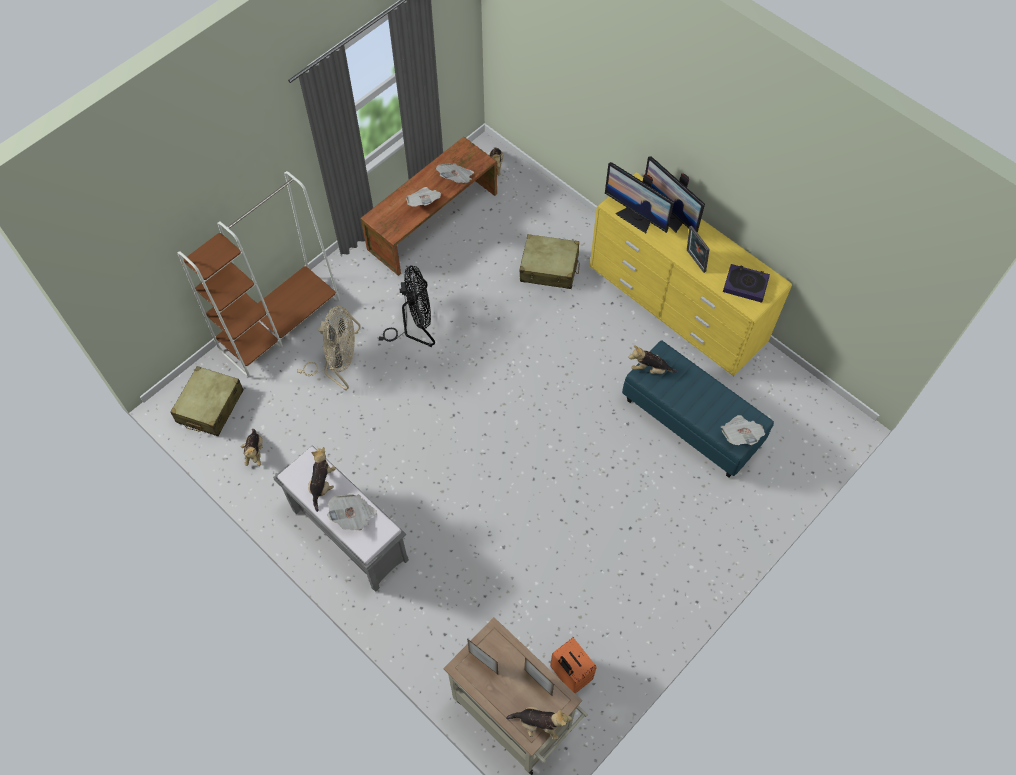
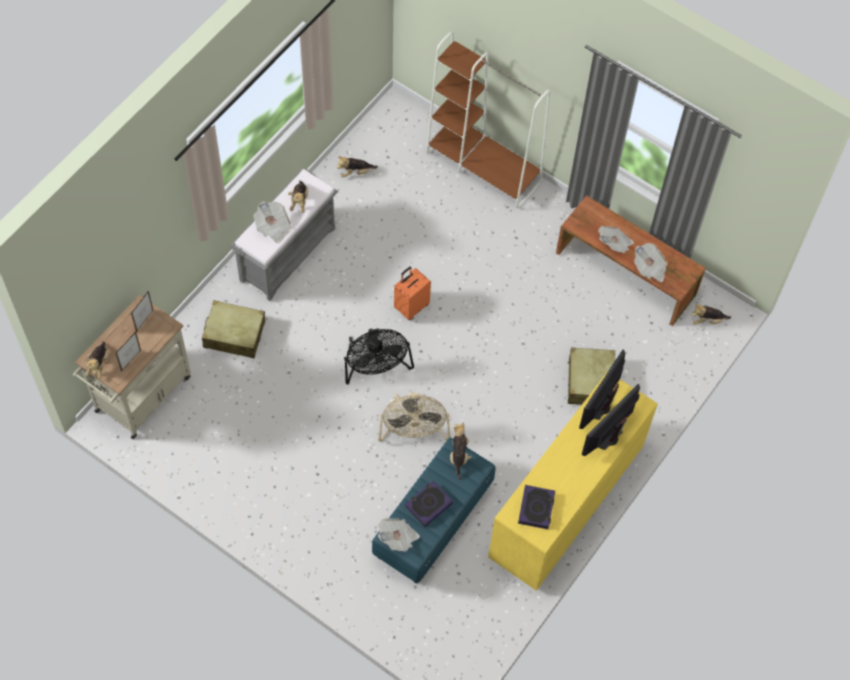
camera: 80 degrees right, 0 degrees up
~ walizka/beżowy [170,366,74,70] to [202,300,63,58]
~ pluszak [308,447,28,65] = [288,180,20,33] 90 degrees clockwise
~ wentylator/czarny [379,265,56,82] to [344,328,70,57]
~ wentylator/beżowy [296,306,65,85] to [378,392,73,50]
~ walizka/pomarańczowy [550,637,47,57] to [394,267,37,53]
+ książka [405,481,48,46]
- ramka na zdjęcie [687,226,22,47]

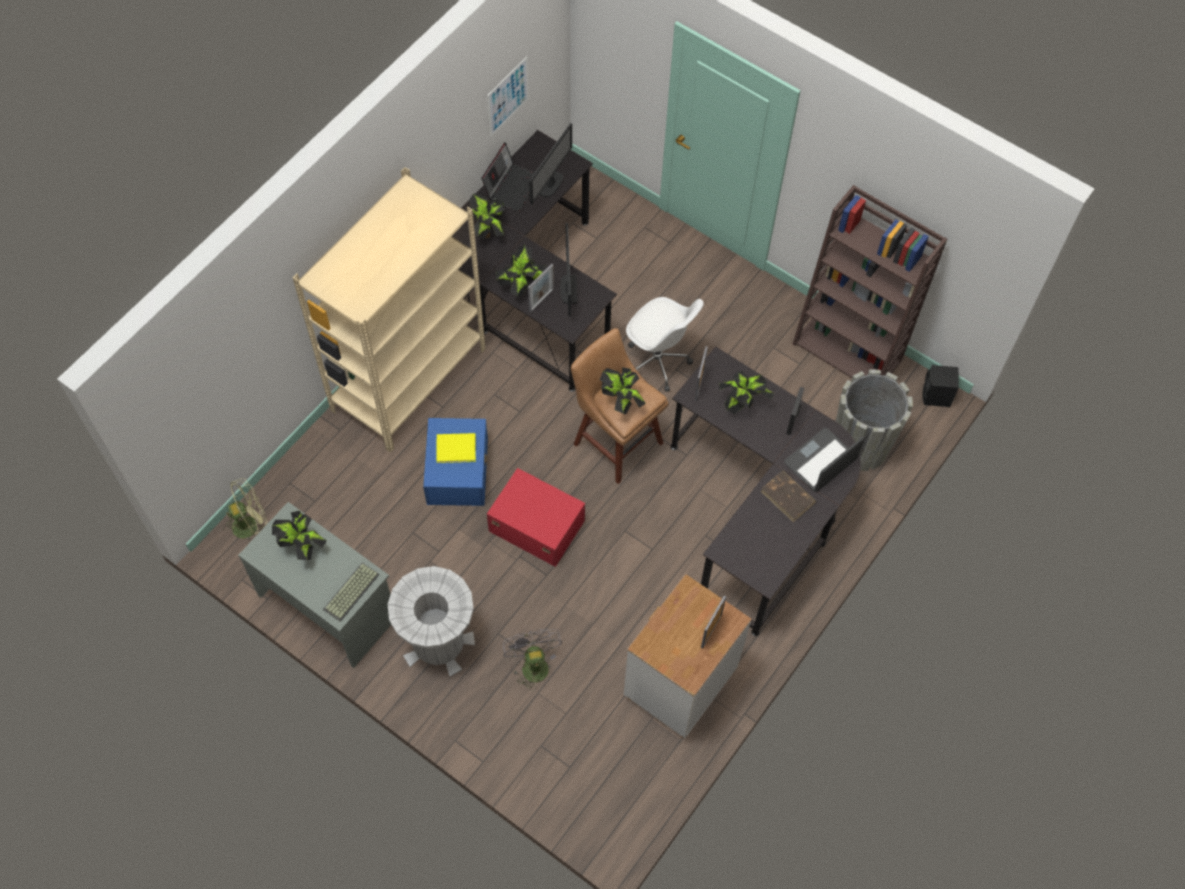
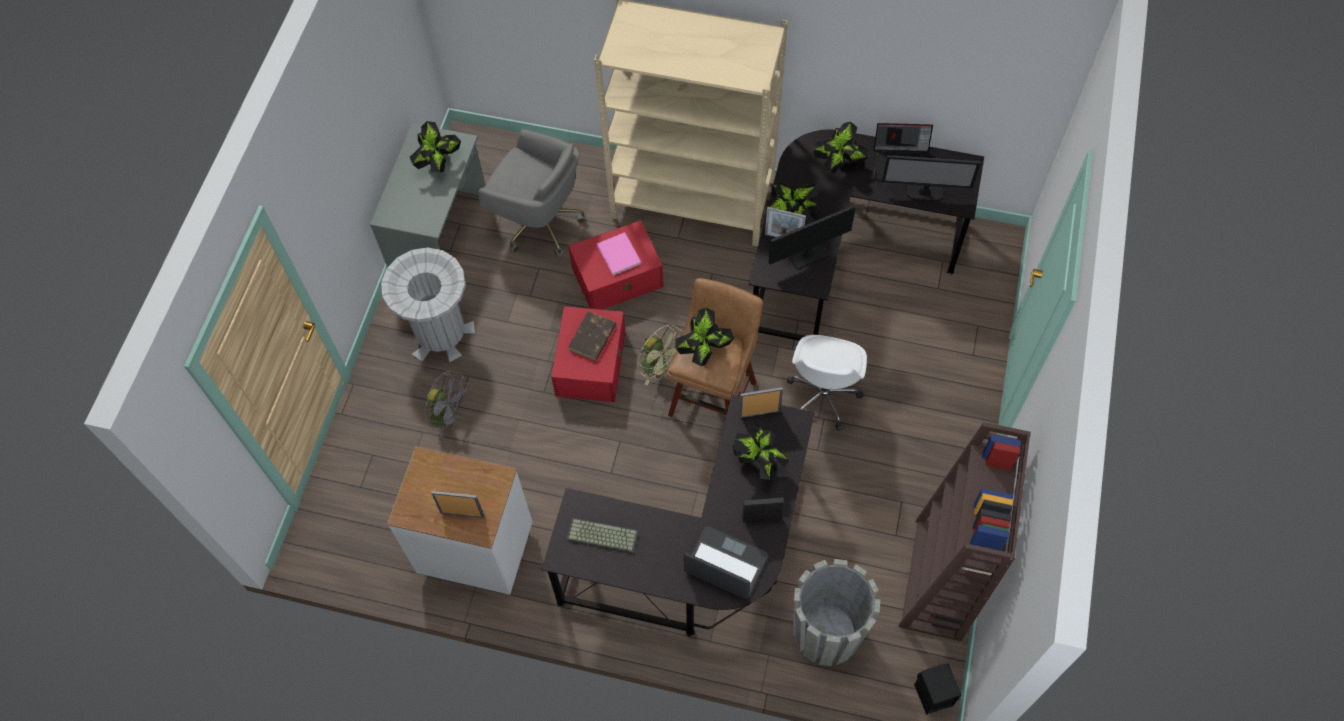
camera: 70 degrees right, 0 degrees up
~ wentylator/szary [503,629,59,62] = [425,371,44,67] 60 degrees clockwise
+ krzesło biurowe/szary [478,129,107,128]
~ klawiatura [323,562,56,60] to [567,518,71,35]
~ pojemnik do przechowywania/niebieski [423,418,65,88] to pojemnik do przechowywania/czerwony [568,220,96,90]
~ książka/brązowy [761,470,55,52] to [568,311,48,50]
~ książka/żółty [436,433,40,30] to książka/różowy [597,232,45,44]
~ wentylator/zielony [223,478,45,62] to [637,324,46,62]
- obraz [487,57,42,80]

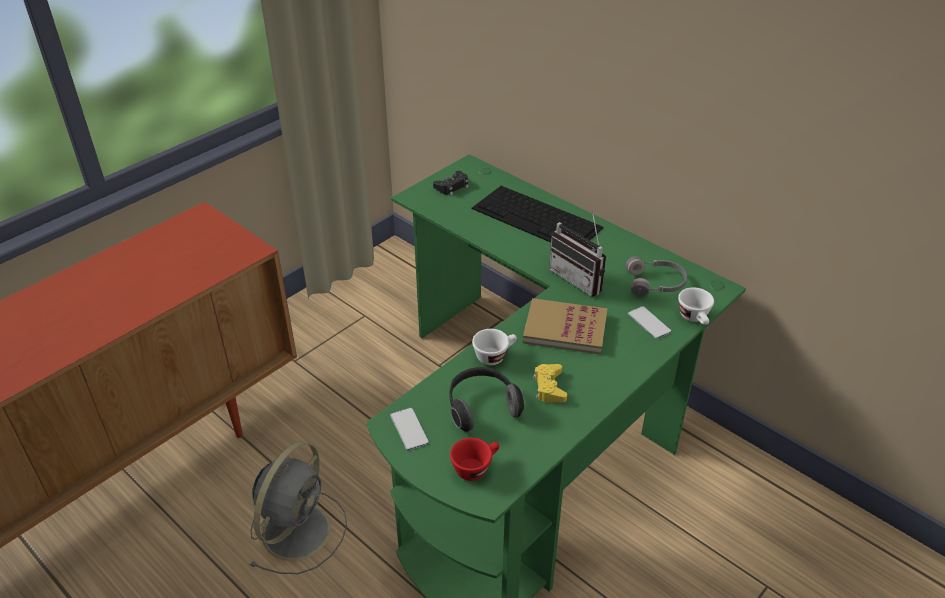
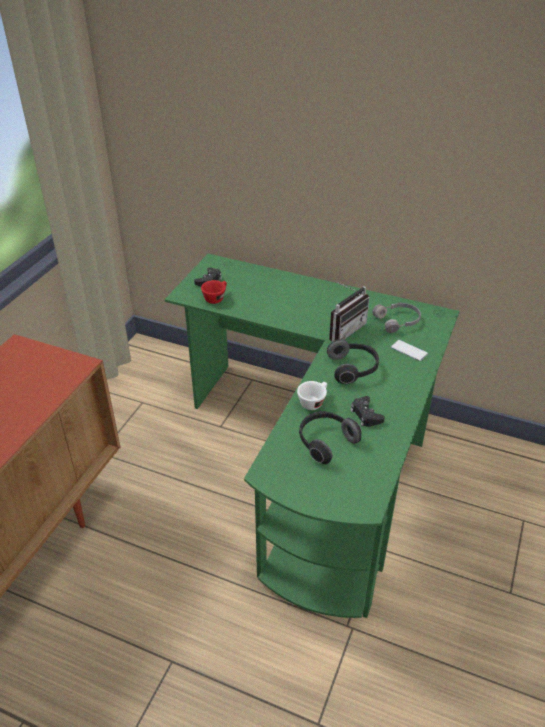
camera: 20 degrees left, 0 degrees up
~ filiżanka/czerwony [450,438,49,43] to [201,280,26,24]
~ książka [523,298,85,56] to słuchawki [327,339,52,45]
~ radio [549,210,57,87] = [329,280,40,62] 75 degrees counterclockwise
~ pad do gier/żółty [533,364,34,38] to pad do gier/czarny [350,396,35,31]
- wentylator/szary [250,442,97,132]
- telefon [390,408,39,43]
- klawiatura [472,186,131,57]
- filiżanka/biały [678,287,36,38]

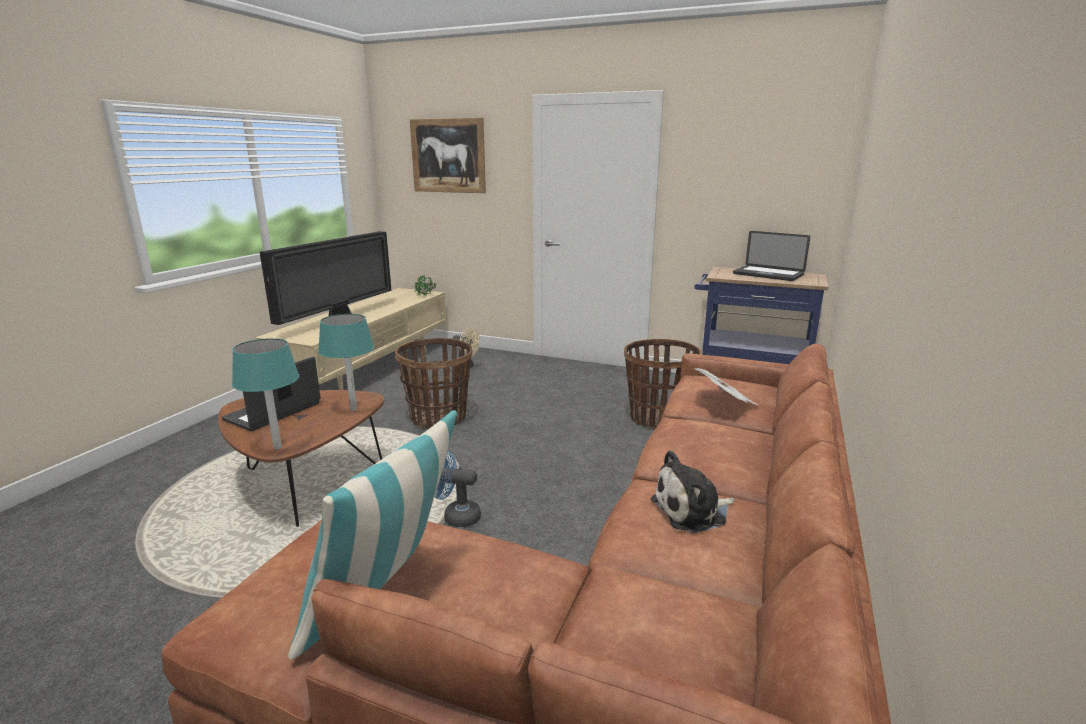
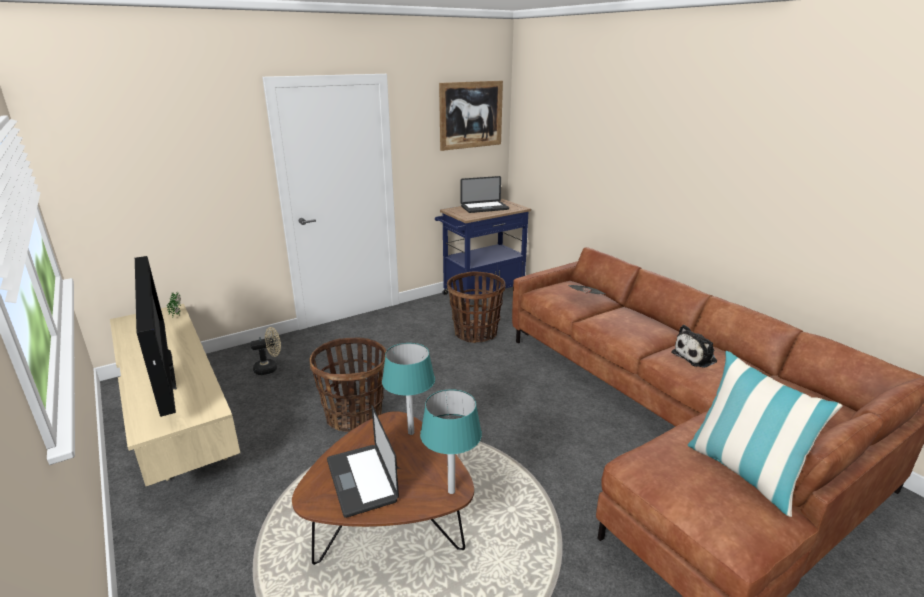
camera: 55 degrees left, 5 degrees up
~ obraz [410,118,76,75] to [439,81,64,70]
~ pluszak [651,450,83,83] = [671,325,46,43] 45 degrees clockwise
- wentylator/niebieski [434,451,47,76]

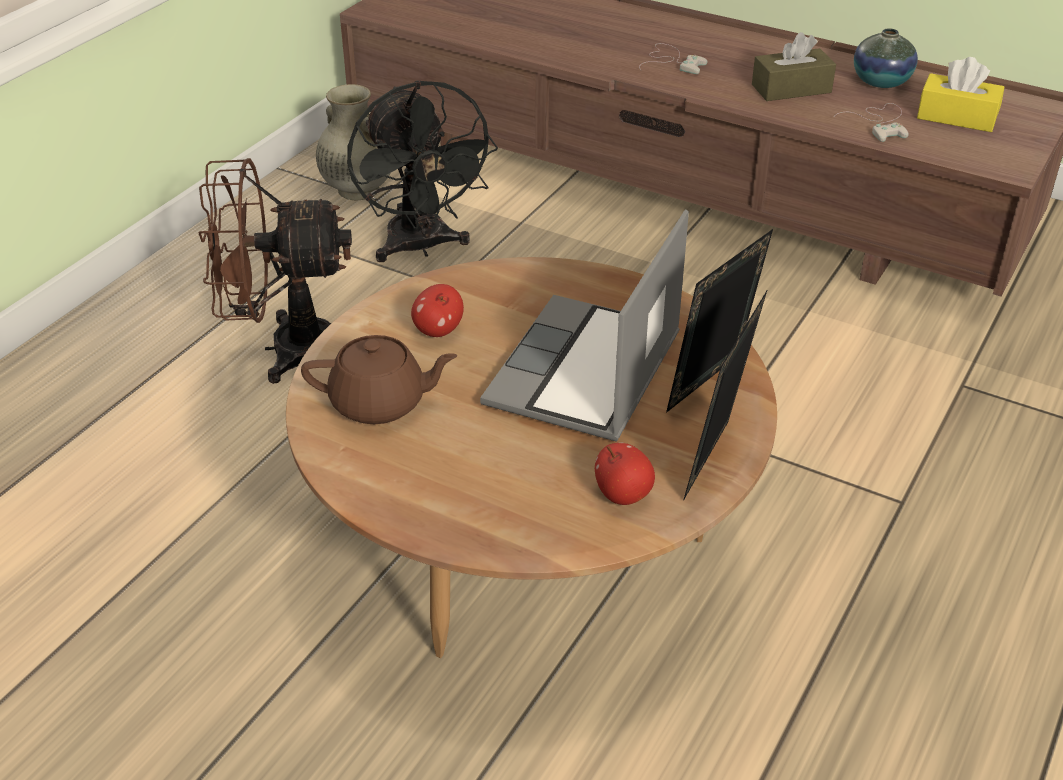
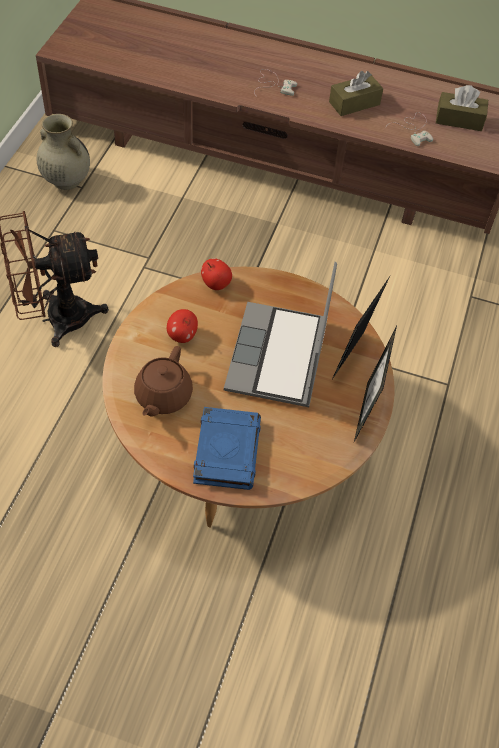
camera: 15 degrees left, 15 degrees up
~ imbryk/brązowy [301,335,157,89] = [134,346,59,71] 120 degrees clockwise
+ książka/niebieski [193,407,68,83]
~ jabłko [595,442,60,63] to [201,258,31,32]
~ pudełko chusteczek/żółty [917,57,87,75] to pudełko chusteczek/brązowy [436,85,52,46]
- wentylator/czarny [347,80,151,182]
- wazon [854,28,64,60]

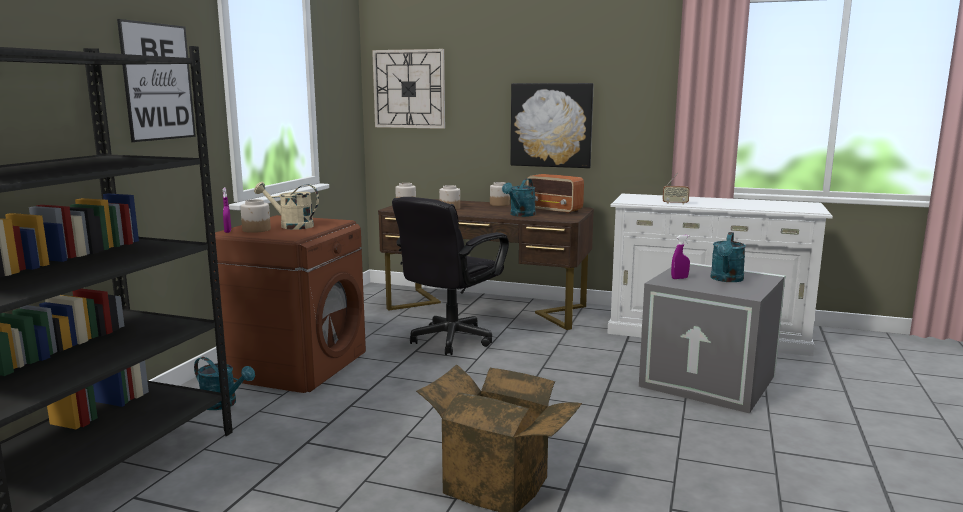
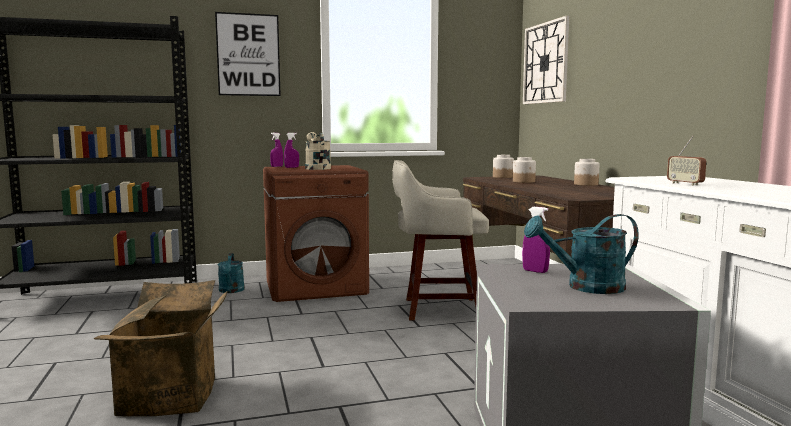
camera: 55 degrees right, 5 degrees down
~ słoik [240,199,31,34] to spryskiwacz/fioletowy [284,133,15,35]
~ krzesło biurowe/czarny [392,197,117,158] to stołek/beżowy [392,160,97,161]
- konewka/turkusowy [502,178,34,39]
- obraz [510,83,84,85]
- radio [526,174,58,40]

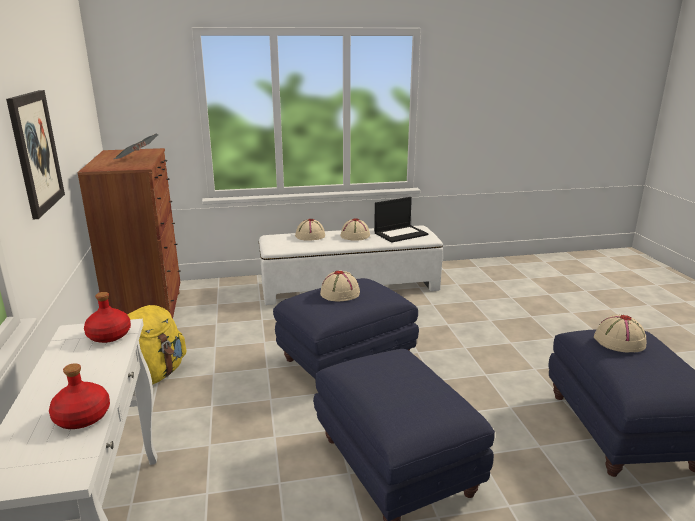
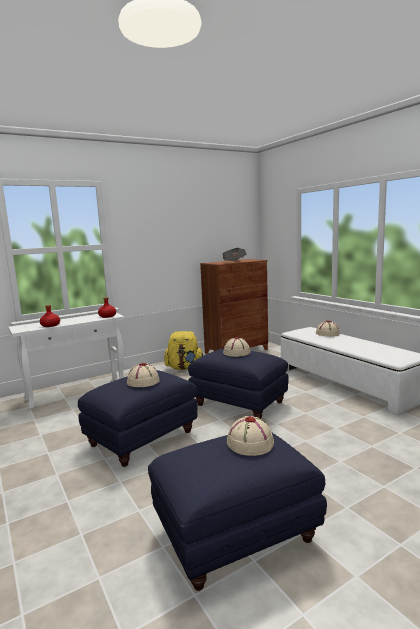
camera: 70 degrees right, 10 degrees down
~ kapelusz/beżowy [340,218,30,23] to [127,363,33,24]
- obraz [6,90,59,129]
- laptop [374,197,55,46]

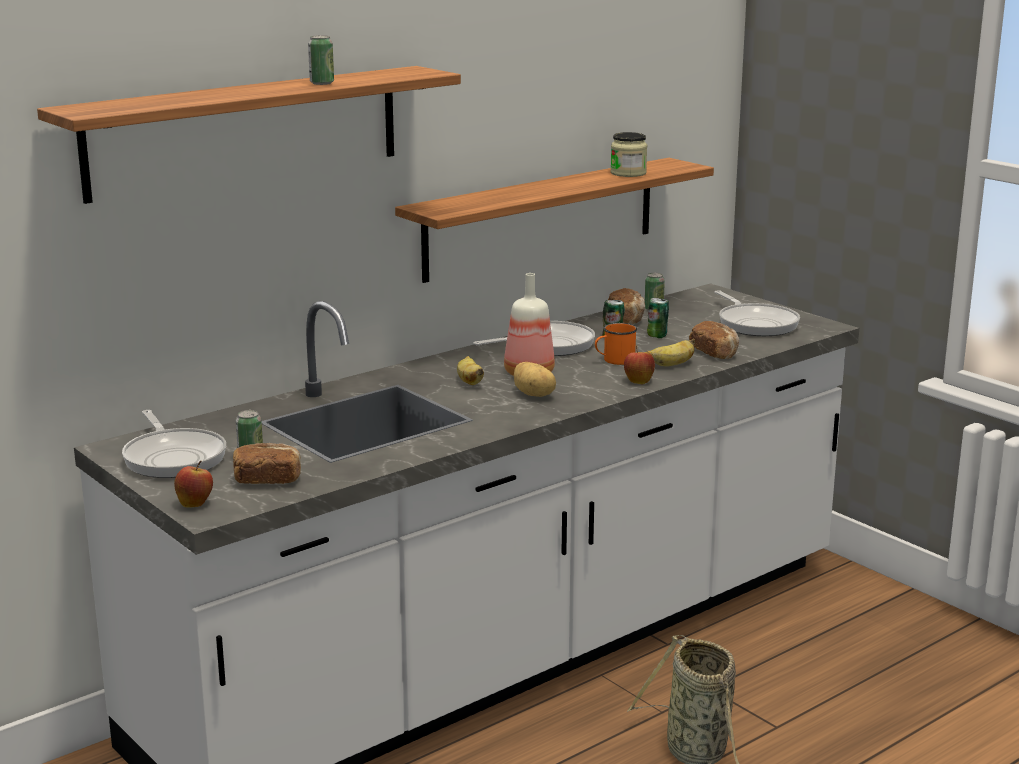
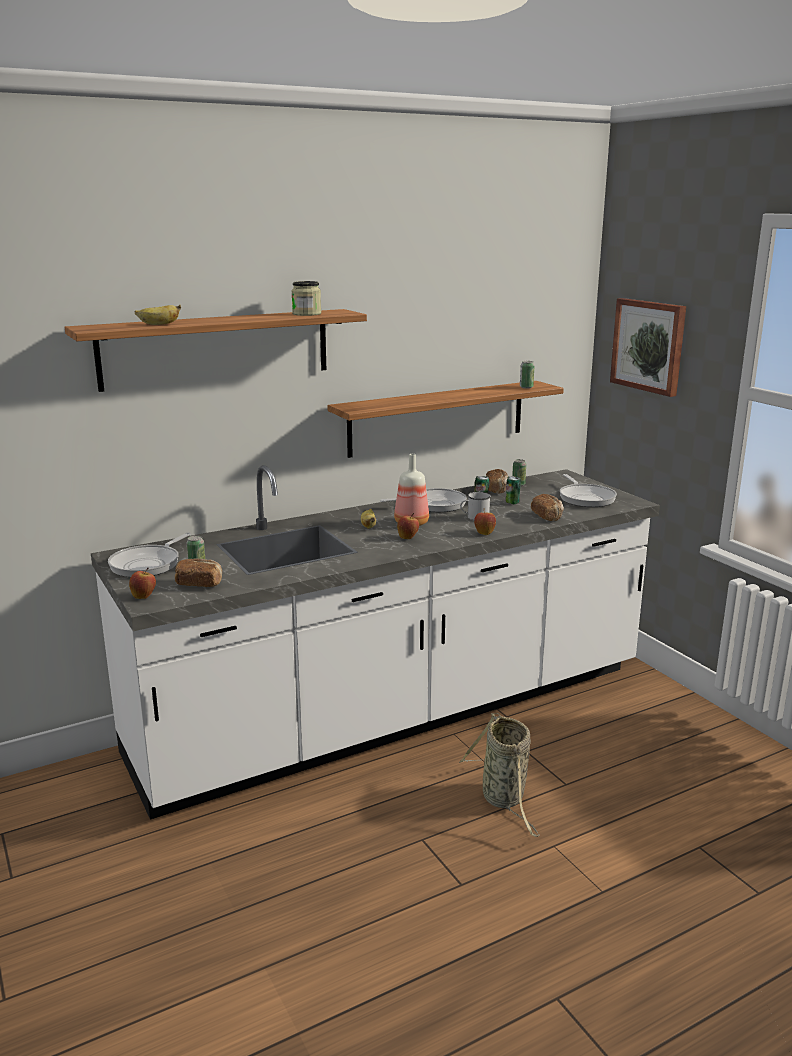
camera: 10 degrees right, 0 degrees up
~ patelnia [122,410,104,68] = [108,533,83,44] 45 degrees clockwise
~ banan [646,338,49,29] to [135,305,46,20]
~ słoik [610,132,37,45] to [291,281,30,35]
~ ziemniak [514,362,42,35] to jabłko [397,513,22,26]
~ kubek/pomarańczowy [595,323,42,42] to kubek/biały [460,492,31,28]
~ puszka [308,35,26,50] to [520,361,14,28]
+ obraz [610,298,76,99]

